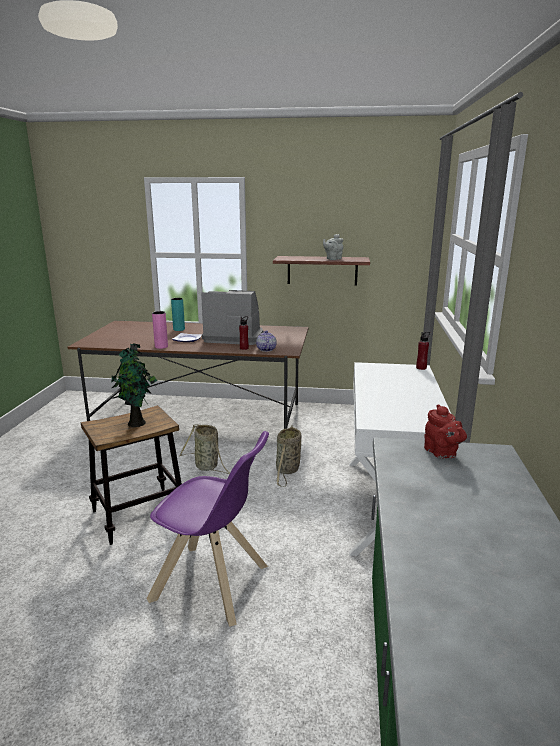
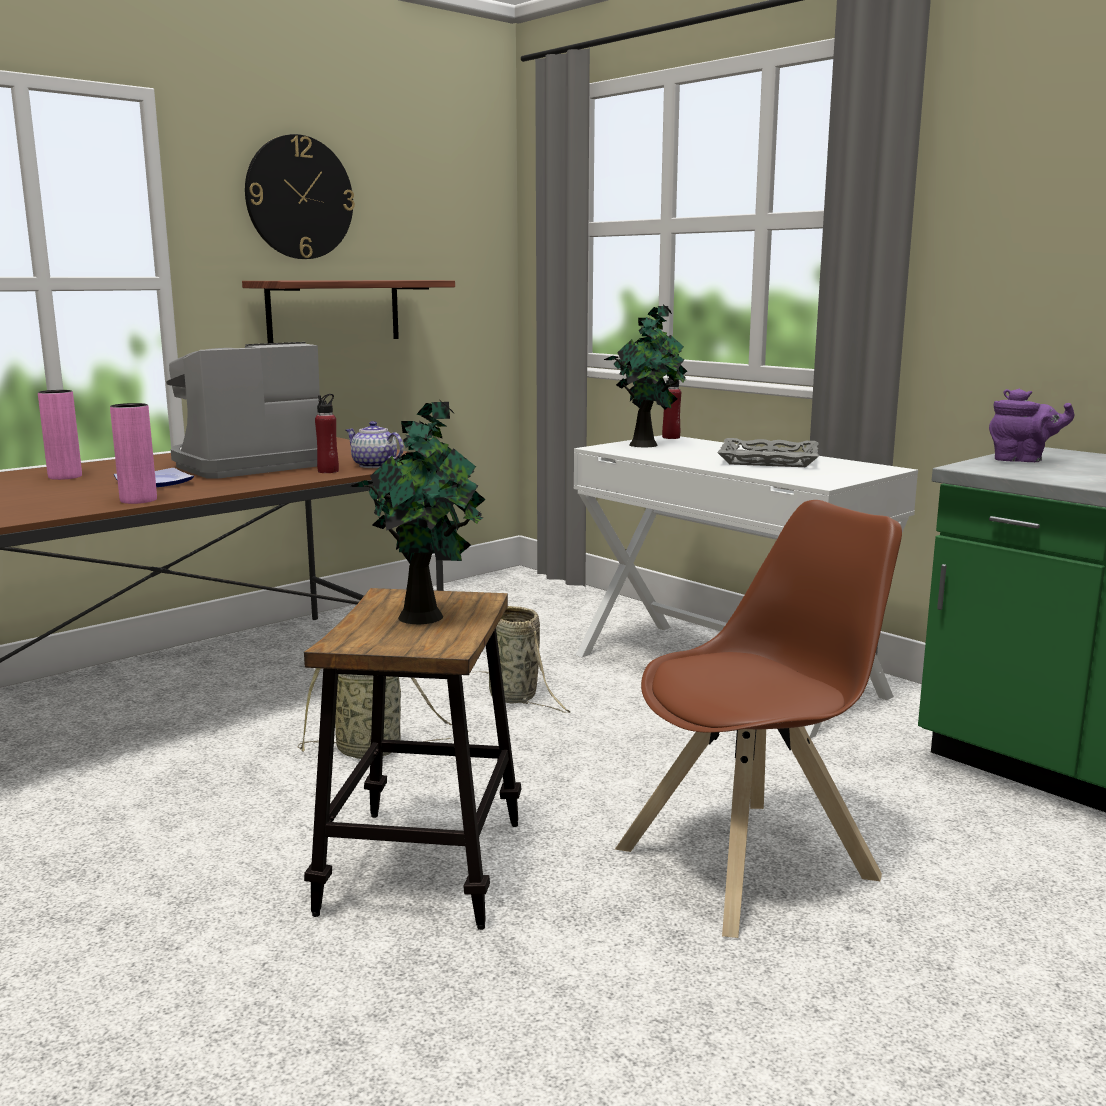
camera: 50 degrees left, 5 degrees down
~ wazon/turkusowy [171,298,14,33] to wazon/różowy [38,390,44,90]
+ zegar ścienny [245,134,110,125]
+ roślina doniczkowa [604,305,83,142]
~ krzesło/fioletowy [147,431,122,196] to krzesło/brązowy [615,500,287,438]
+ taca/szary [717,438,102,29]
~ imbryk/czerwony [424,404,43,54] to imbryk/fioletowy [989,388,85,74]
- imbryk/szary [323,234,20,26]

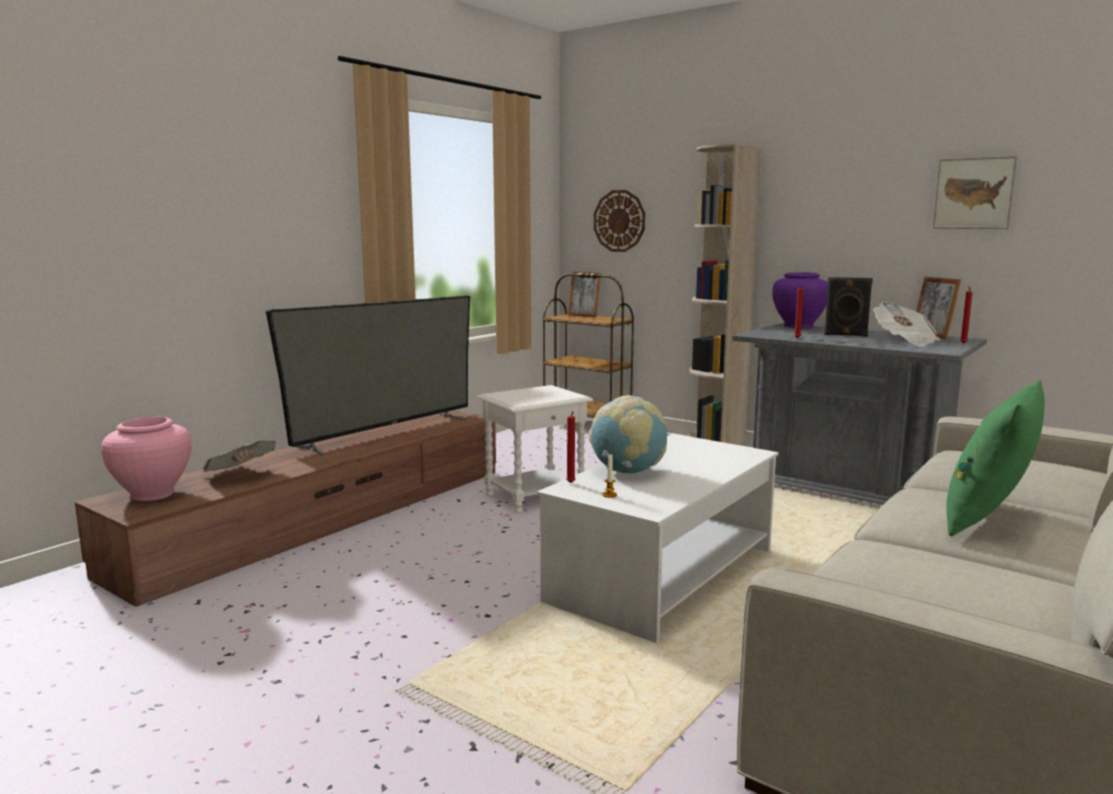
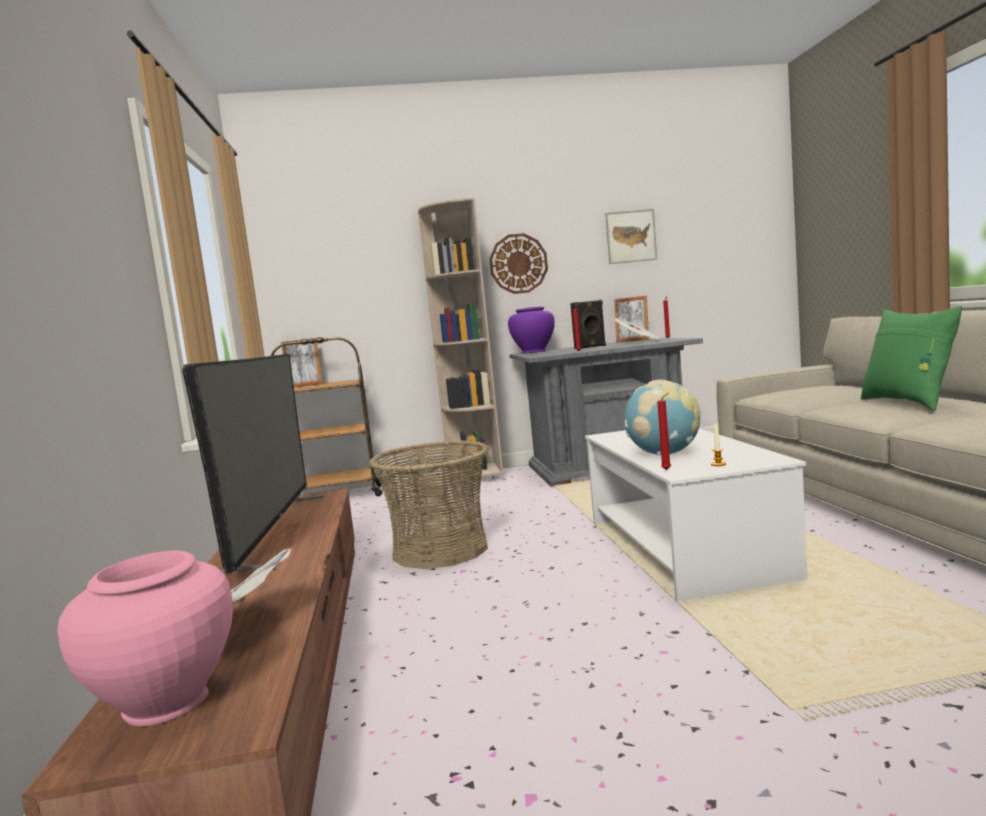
camera: 45 degrees left, 5 degrees down
~ stolik/biały [476,385,118,128] to koszyk [369,440,120,129]
~ zegar ścienny [594,190,51,62] to [489,233,59,61]

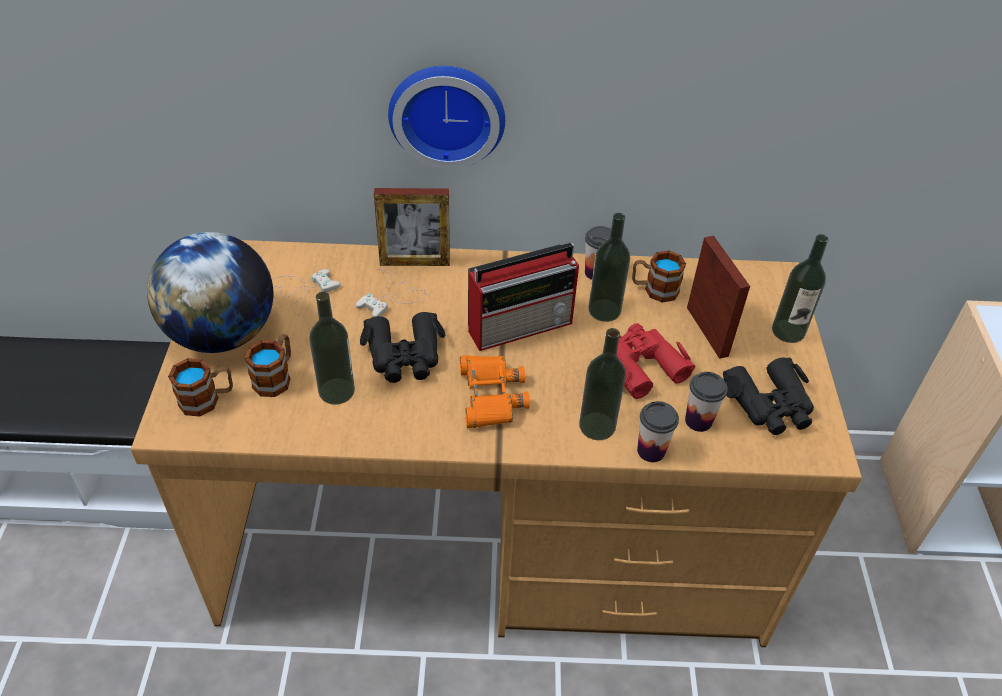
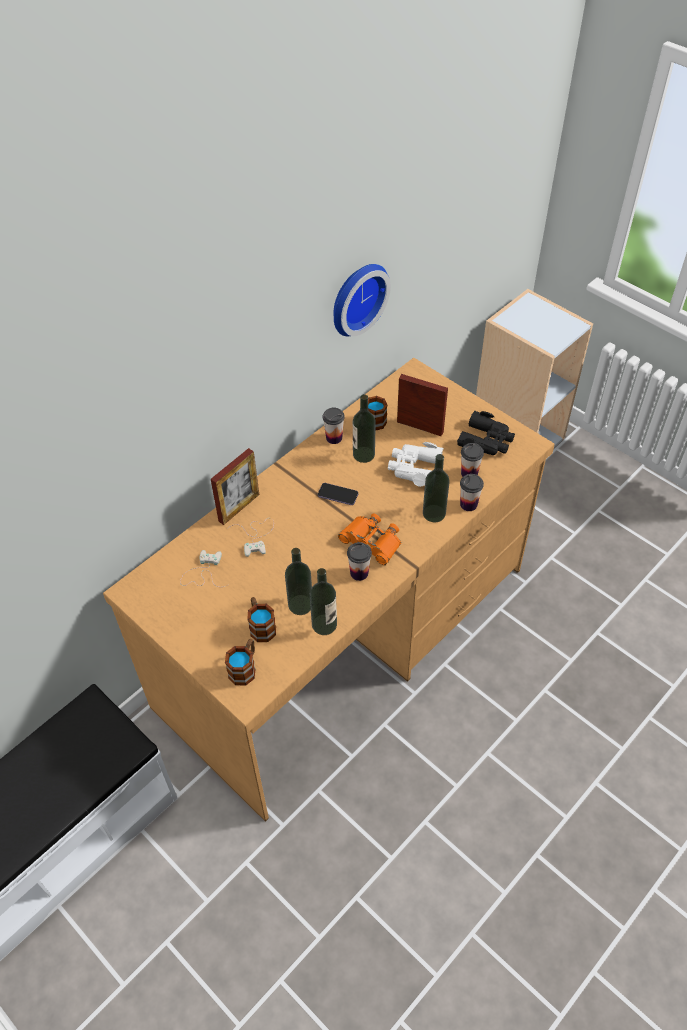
camera: 45 degrees left, 5 degrees up
~ butelka [772,234,57,109] to [310,568,27,67]
~ radio [468,243,111,108] to telefon [318,483,40,22]
~ zegar ścienny [388,66,117,103] to [334,264,57,72]
+ filiżanka [347,542,25,39]
~ lornetka/czerwony [616,323,80,76] to lornetka/biały [388,442,56,45]
- globus [147,232,126,121]
- lornetka/czarny [360,312,85,71]

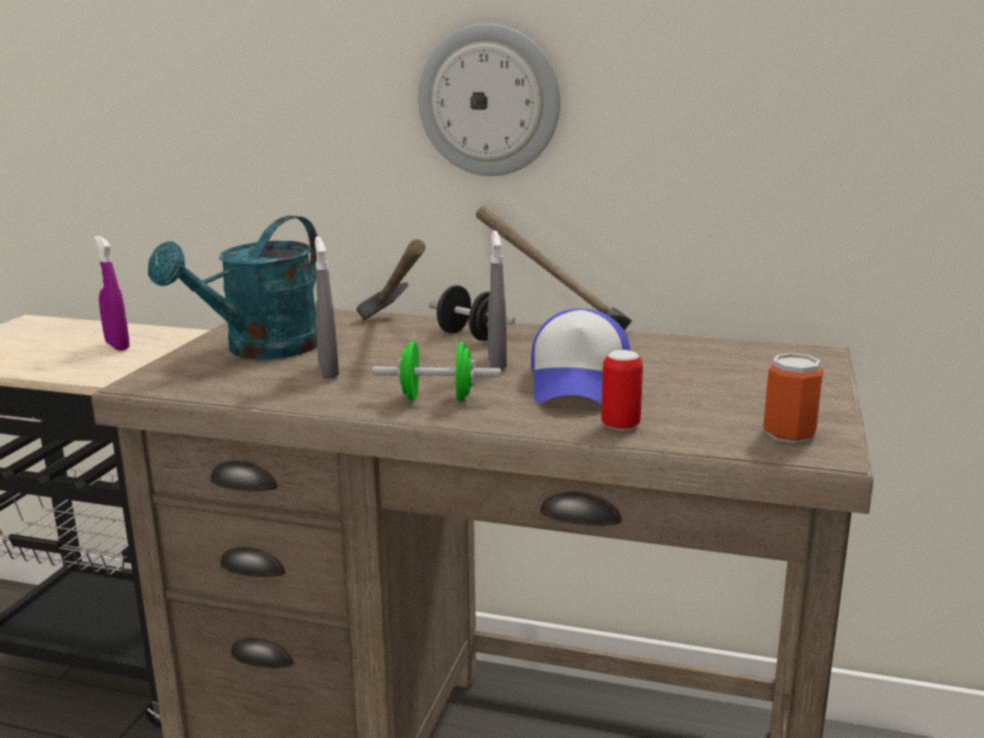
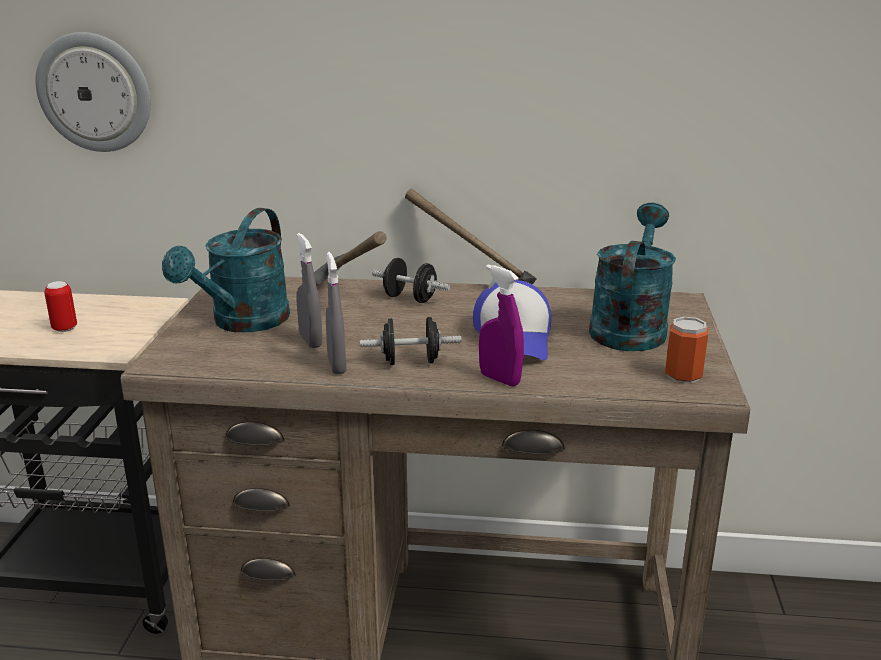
camera: 10 degrees left, 5 degrees up
~ zegar ścienny [418,23,142,153] to [36,32,115,120]
~ puszka [601,350,42,81] to [44,281,33,51]
~ spryskiwacz/szary [488,231,19,139] to [326,252,20,122]
~ hantel/zielony [373,341,128,60] to hantel/czarny [360,317,102,48]
~ spryskiwacz/fioletowy [94,236,36,115] to [479,264,45,123]
+ konewka/turkusowy [589,203,87,148]

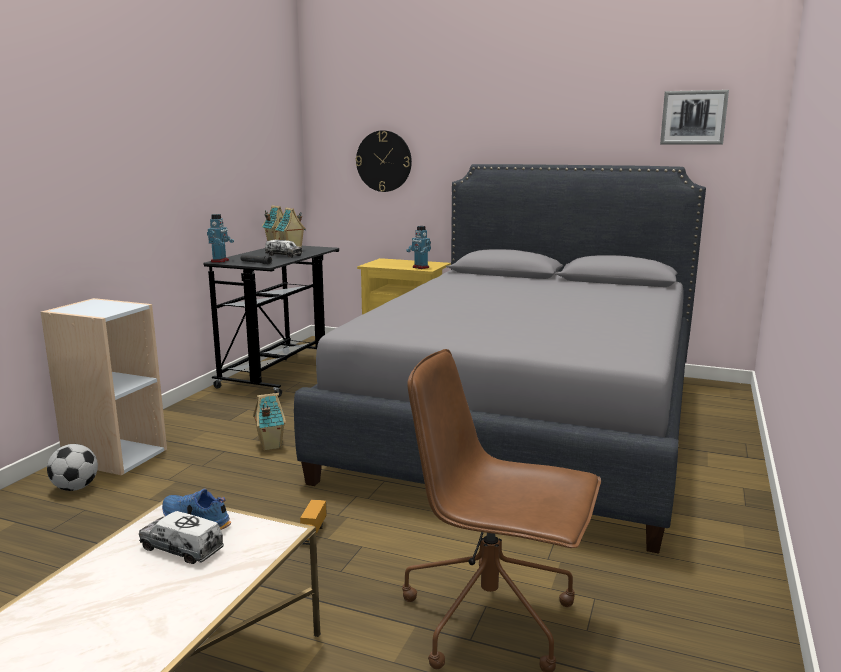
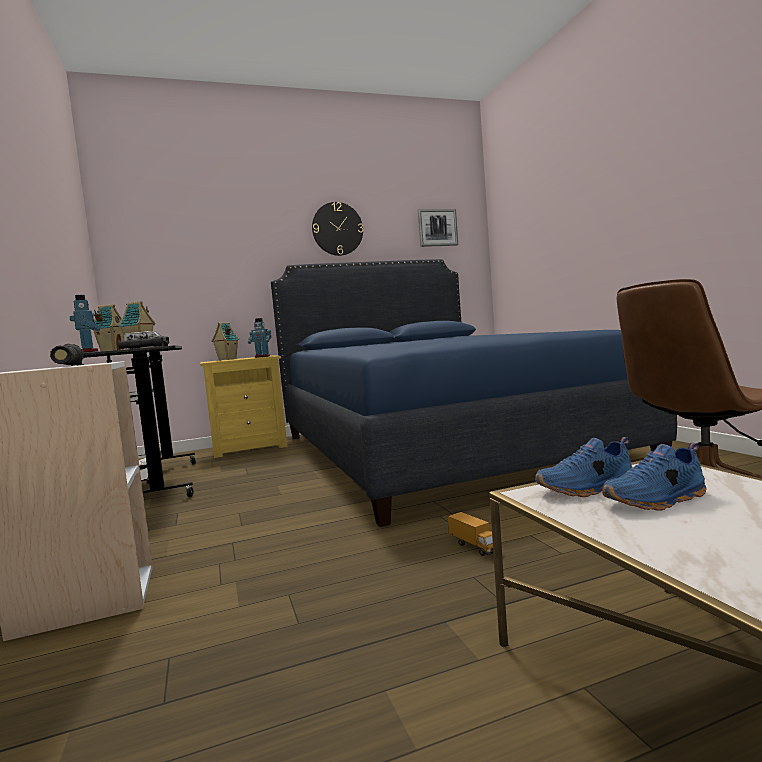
camera: 40 degrees left, 10 degrees down
+ latarka/czarny [50,344,34,22]
~ domek [253,393,33,58] to [211,322,29,38]
~ łóżko/szary [294,164,412,390] to łóżko/niebieski [271,259,406,268]
~ zegar ścienny [356,130,56,62] to [312,202,51,54]
~ ciężarówka zabawkowa [139,511,85,53] to but/niebieski [602,443,104,68]
- piłka futbolowa [47,444,51,47]

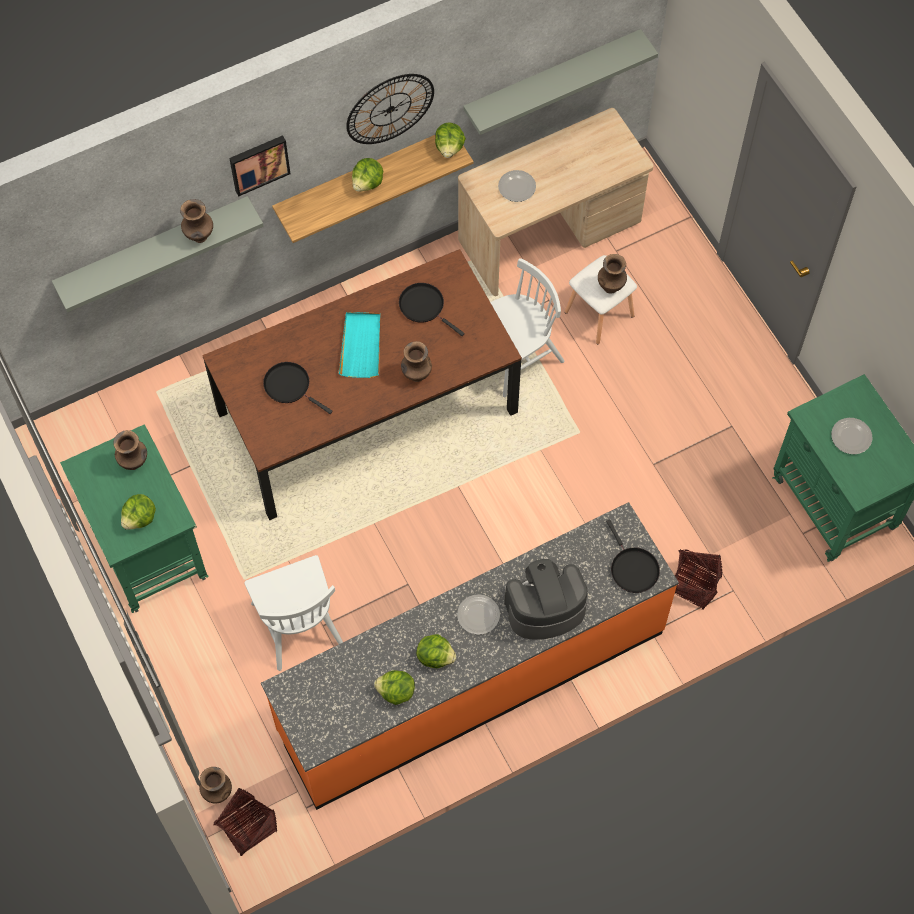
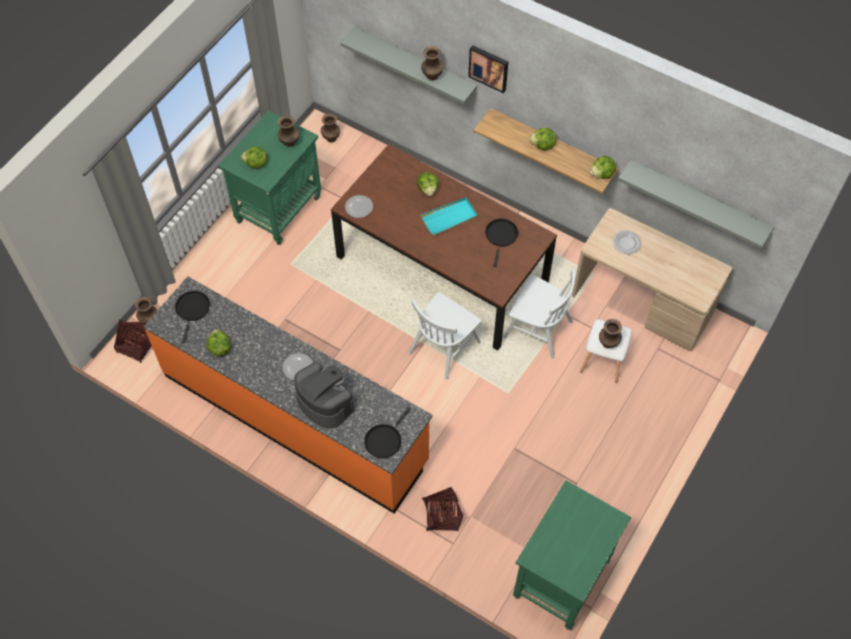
camera: 60 degrees right, 5 degrees down
~ patelnia/czarny [263,362,70,52] to [175,291,35,53]
~ wazon/brązowy [401,341,31,41] to [321,113,19,30]
~ talerz [831,418,41,36] to [345,195,28,23]
~ krzesło/biały [245,555,98,116] to [408,292,74,88]
~ sałata [416,634,40,34] to [417,172,22,24]
- zegar ścienny [346,74,88,70]

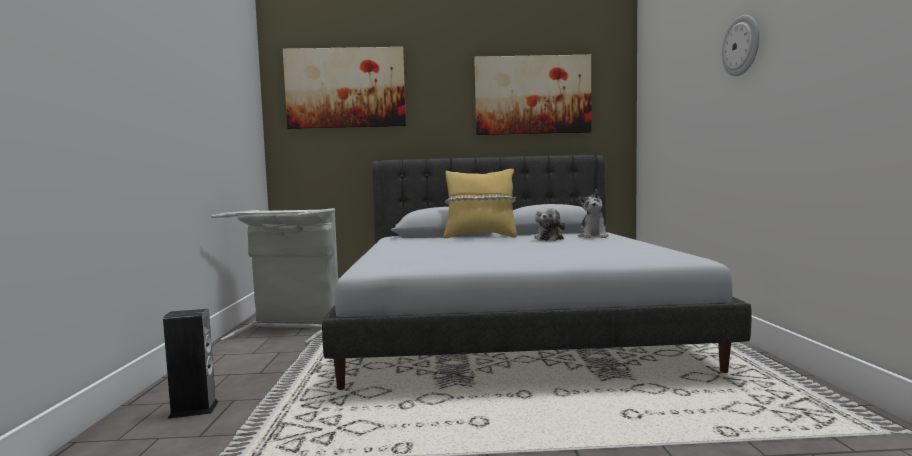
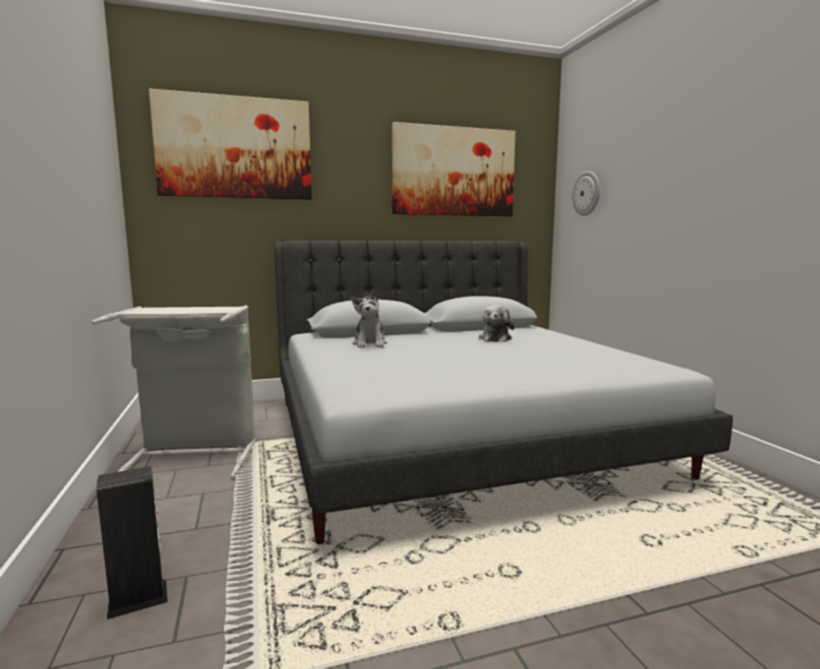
camera: 15 degrees left, 5 degrees up
~ pluszak [578,189,31,49] to [351,289,36,59]
~ zegar ścienny [722,15,37,61] to [572,171,28,45]
- poduszka/żółty [443,169,74,69]

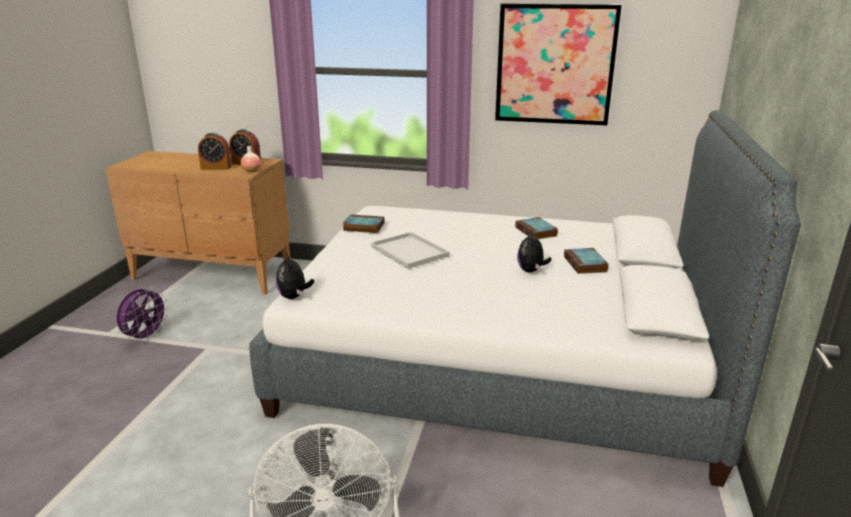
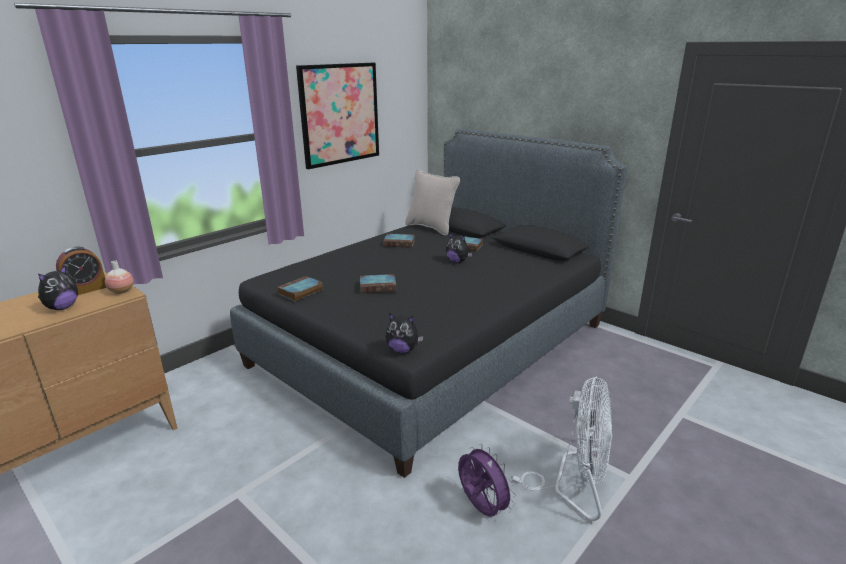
camera: 60 degrees left, 0 degrees up
~ budzik [198,133,34,37] to pluszak [38,265,40,45]
~ łóżko/biały [249,110,552,377] to łóżko/czarny [230,129,397,349]
~ taca/biały [371,232,78,37] to książka [360,274,36,19]
+ poduszka/beżowy [405,169,55,67]
~ wentylator/fioletowy [117,288,52,54] to [458,444,58,73]

